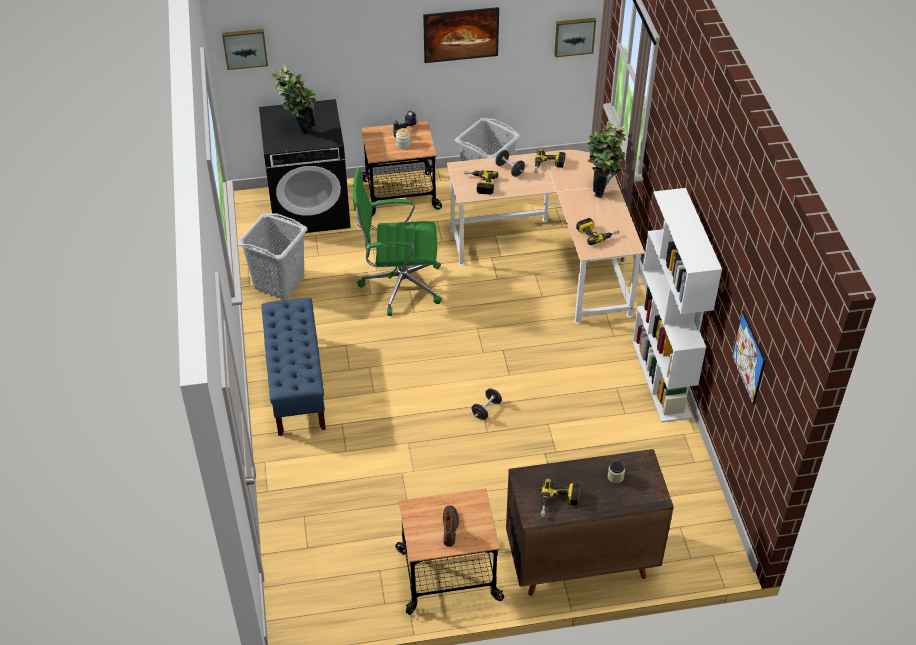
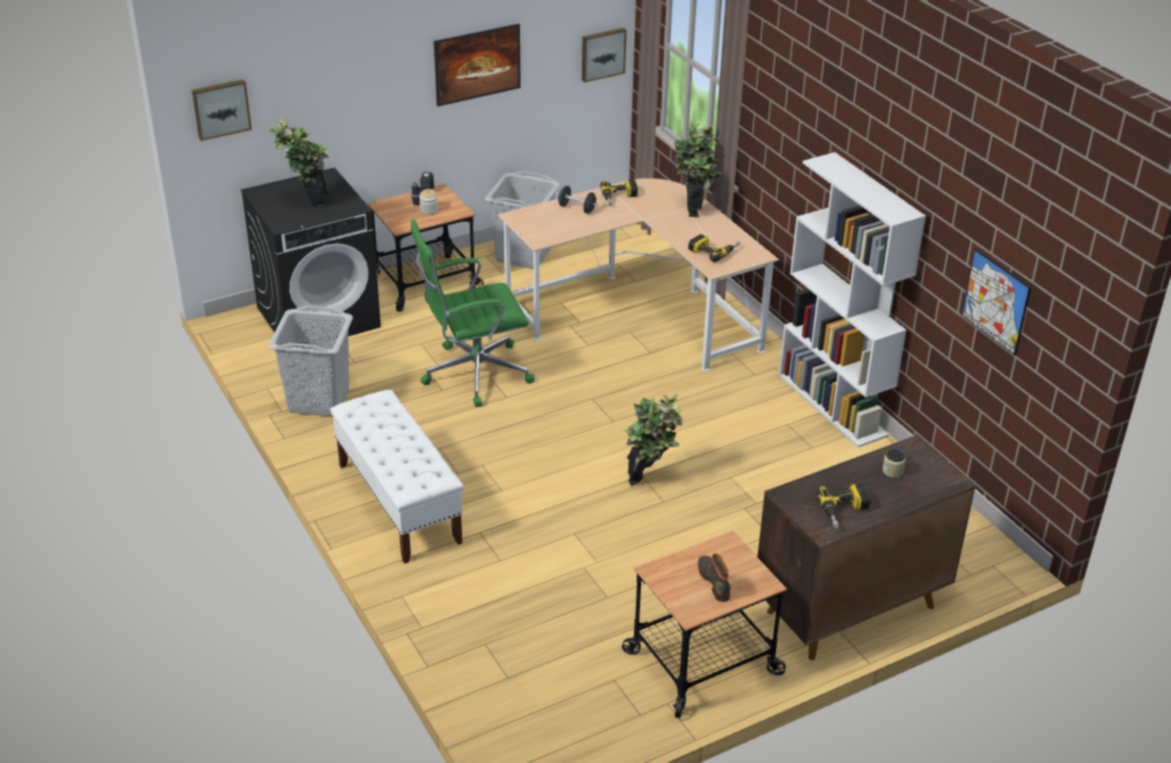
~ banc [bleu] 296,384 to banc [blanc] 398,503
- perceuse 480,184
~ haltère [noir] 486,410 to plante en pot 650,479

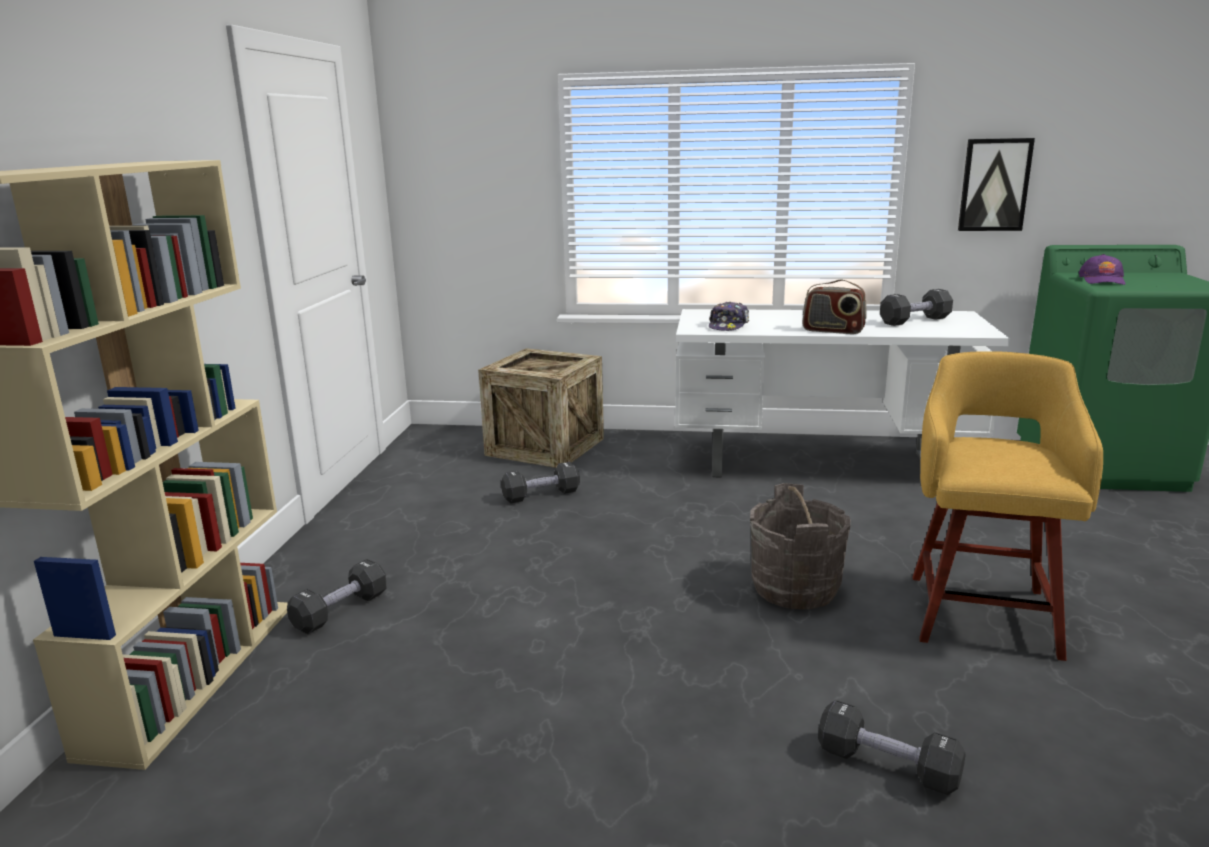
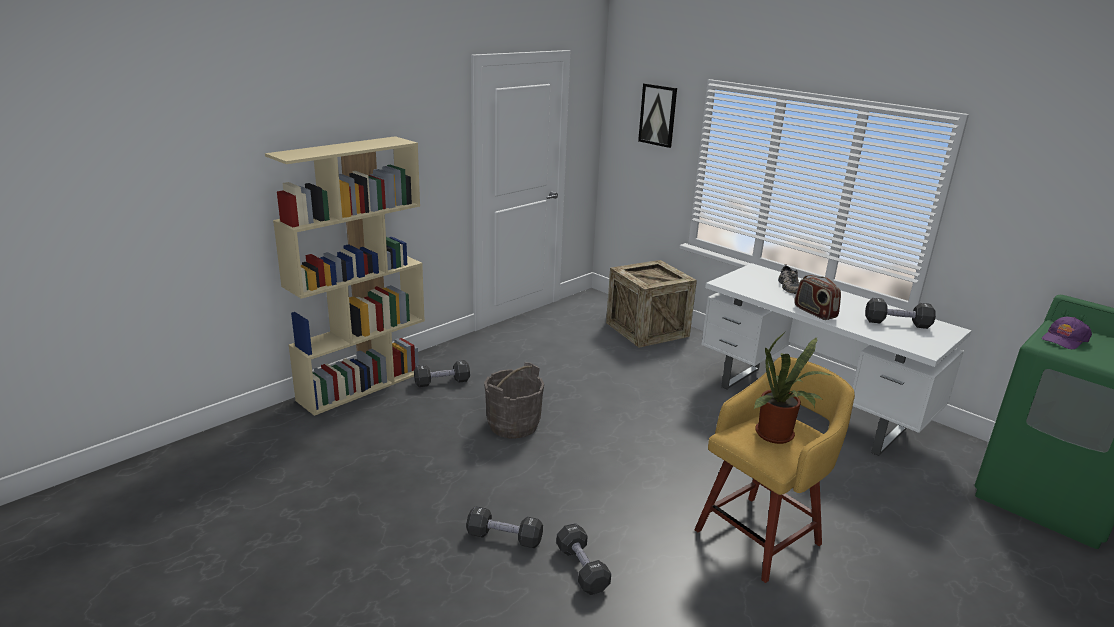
~ haltère [noir] 541,495 to 504,538
- casquette 728,326
~ seau [gris] 794,588 to 513,425
~ tableau 994,185 to 658,115
+ plante en pot 778,436
+ chaussure 788,286

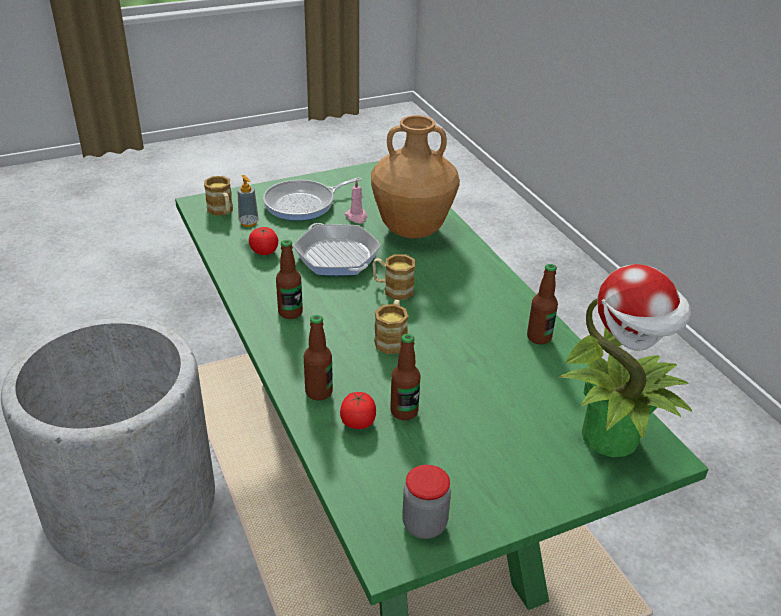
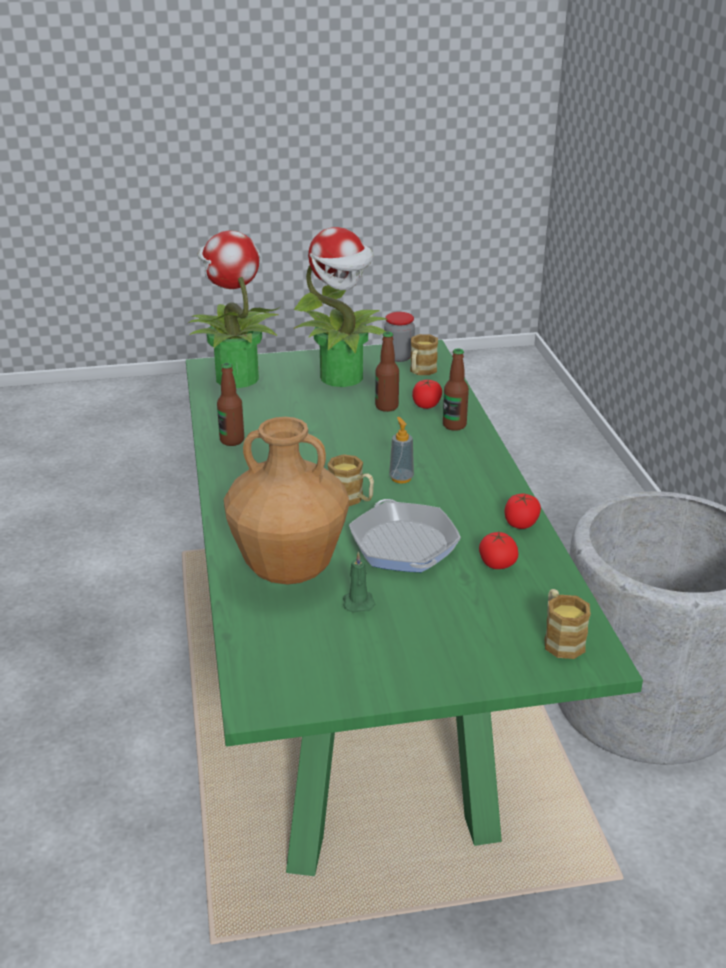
~ distributeur de savon 249,222 to 401,478
- poêle 303,204
- bouteille 290,312
~ bougie [rose] 356,217 to bougie [vert] 358,602
~ mug 392,339 to 421,371
+ plante en pot 343,377
+ tomate 521,523

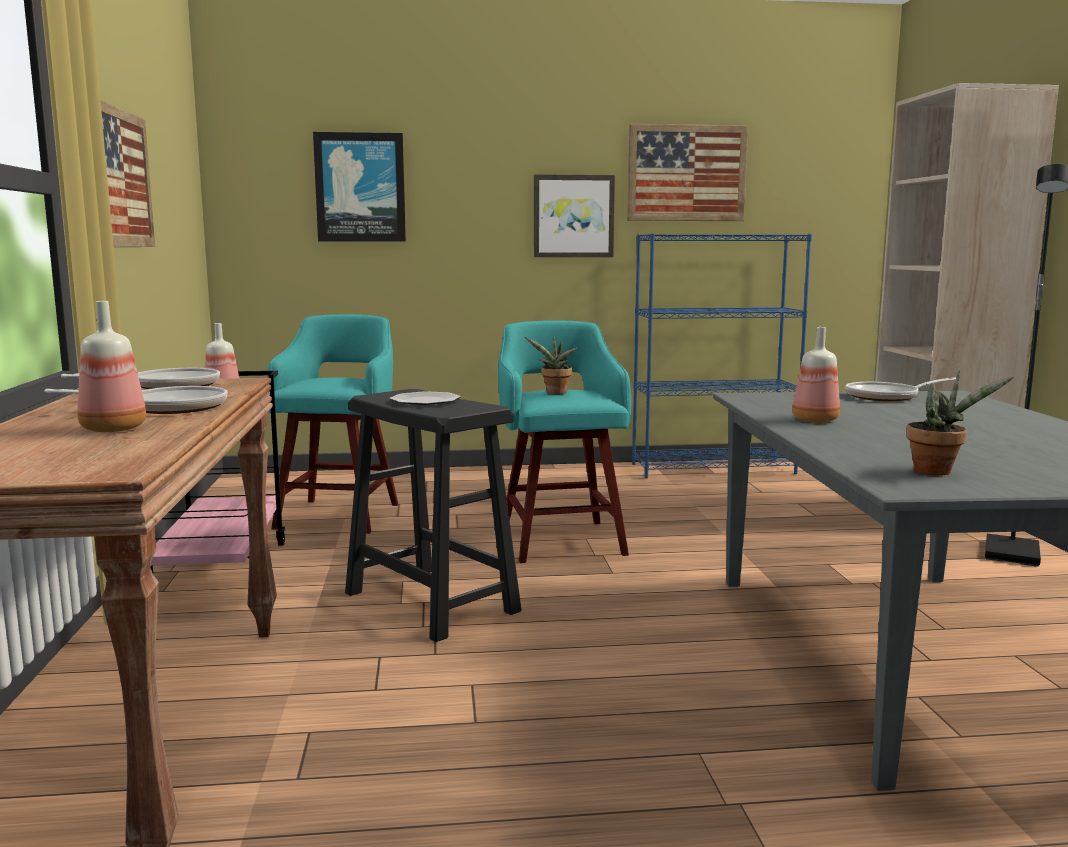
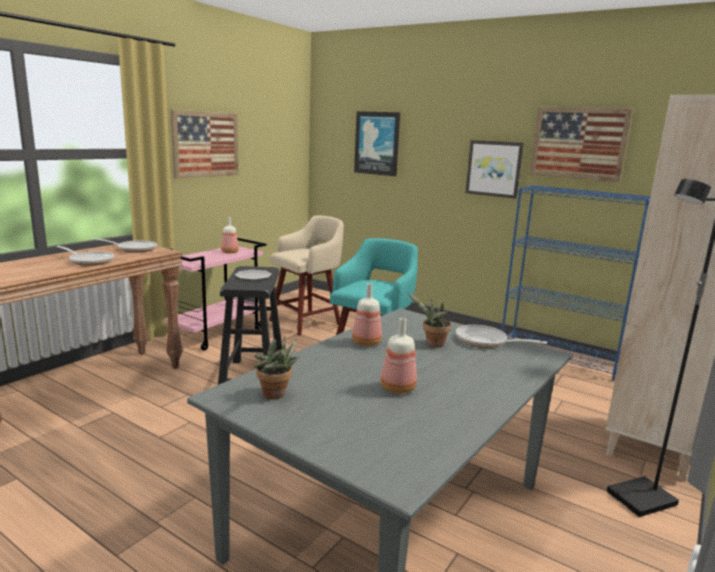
~ bouteille 114,429 to 398,389
~ tabouret [turquoise] 340,515 to tabouret [beige] 307,322
~ plante en pot 555,393 to 432,344

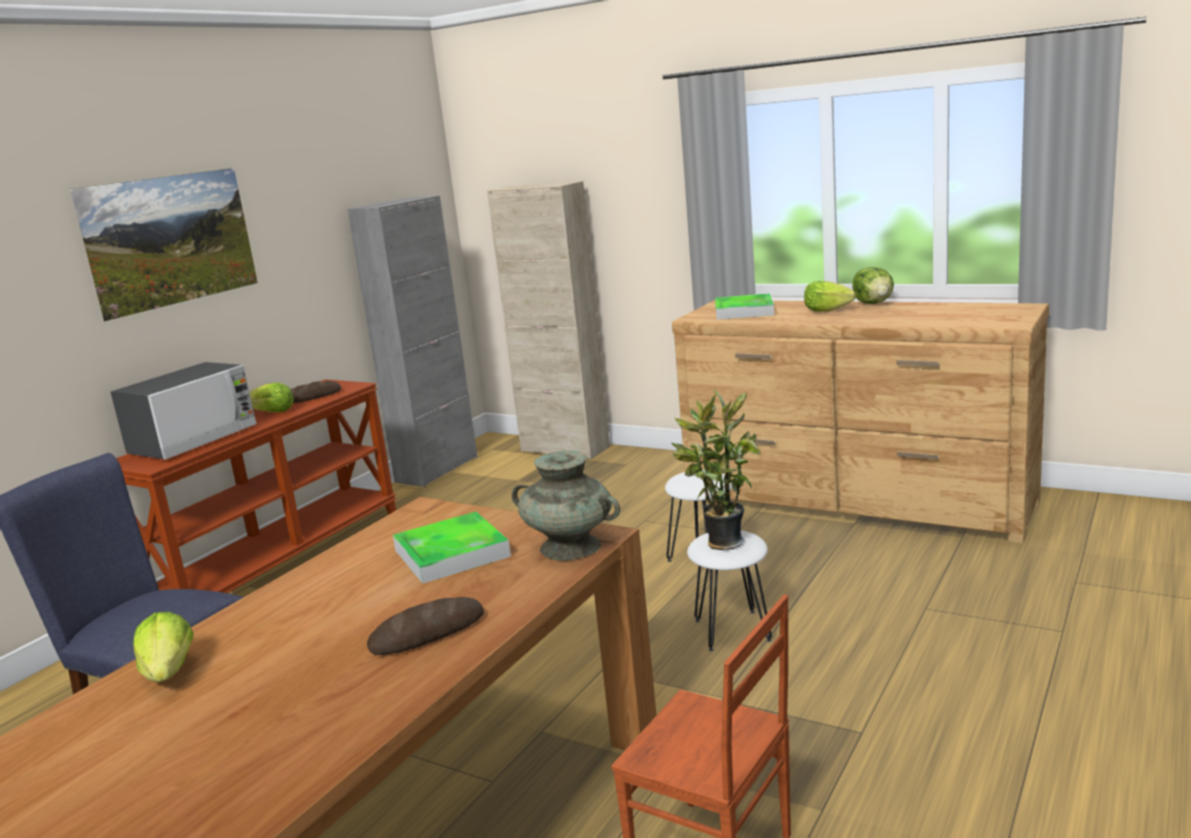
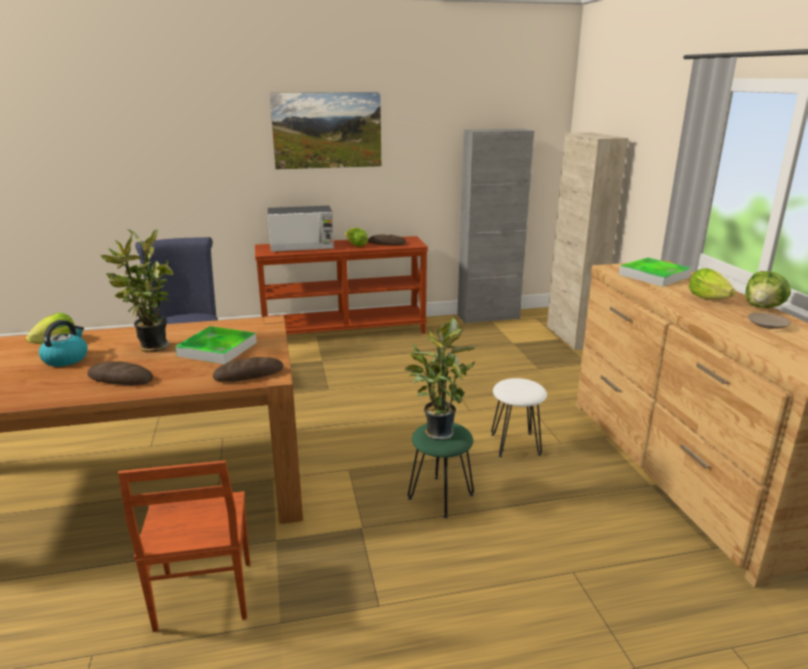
~ vase [turquoise] 569,547 to pain 249,374
~ tabouret [blanc] 733,630 to tabouret [vert] 441,497
+ bouilloire 66,359
+ plante en pot 150,347
+ assiette [beige] 767,325

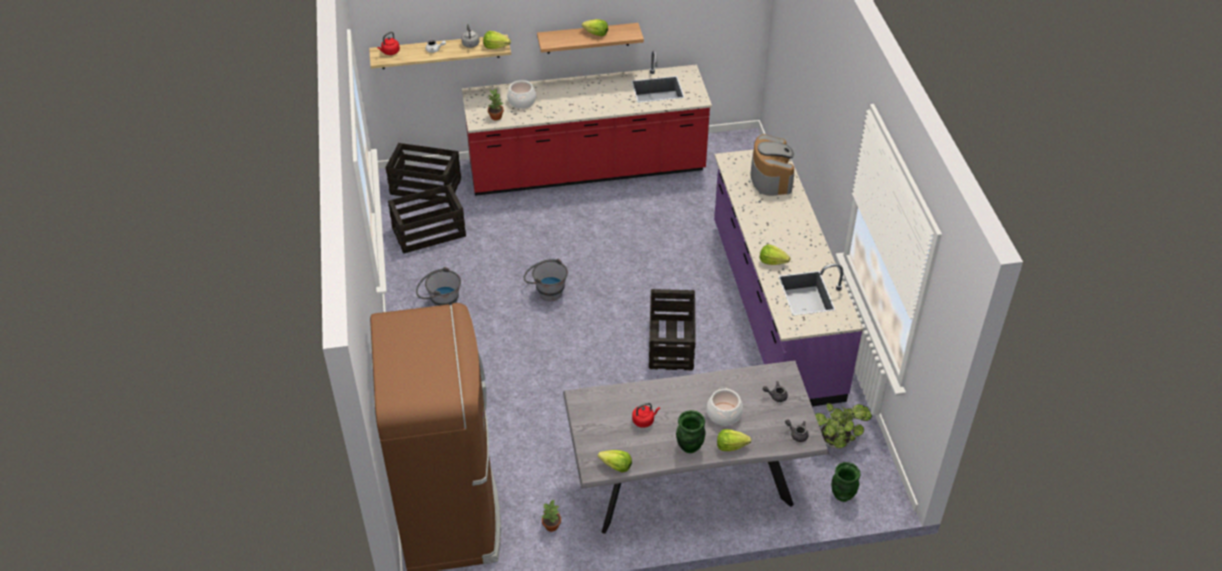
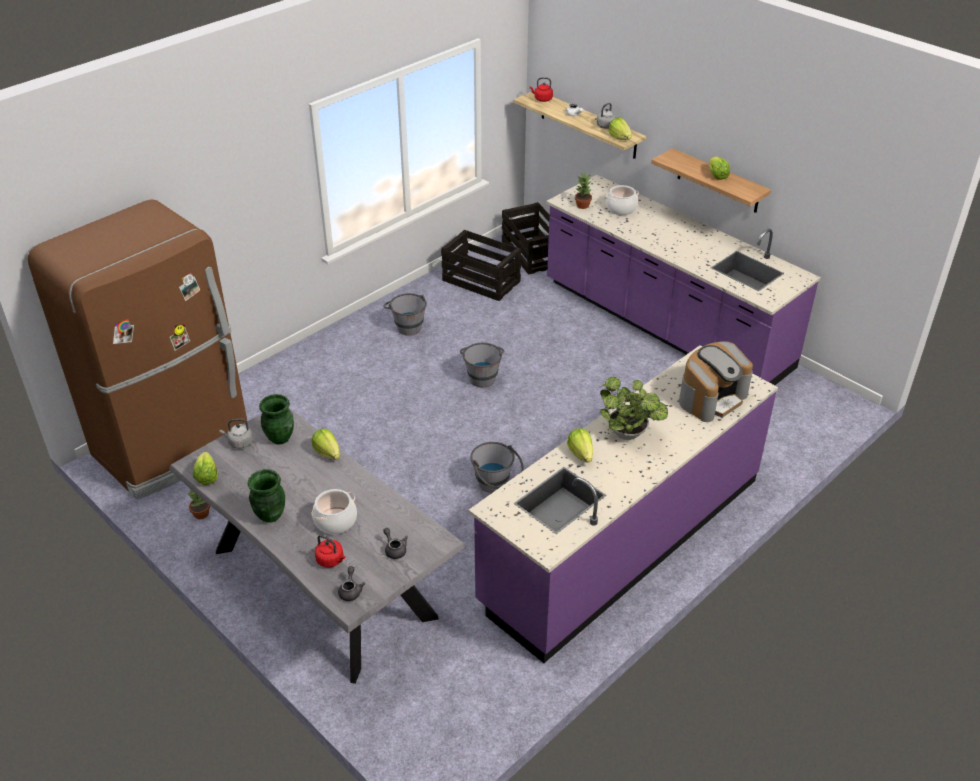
~ comptoir de cuisine [rouge] 587,170 to comptoir de cuisine [violet] 664,325
~ bouilloire [rouge] 644,420 to 331,560
~ caisse 671,343 to seau [gris] 496,486
~ laitue 731,446 to 327,452
~ plante en pot 836,441 to 629,434
~ vase [vert] 842,495 to 280,438
+ bouilloire [gris] 239,443

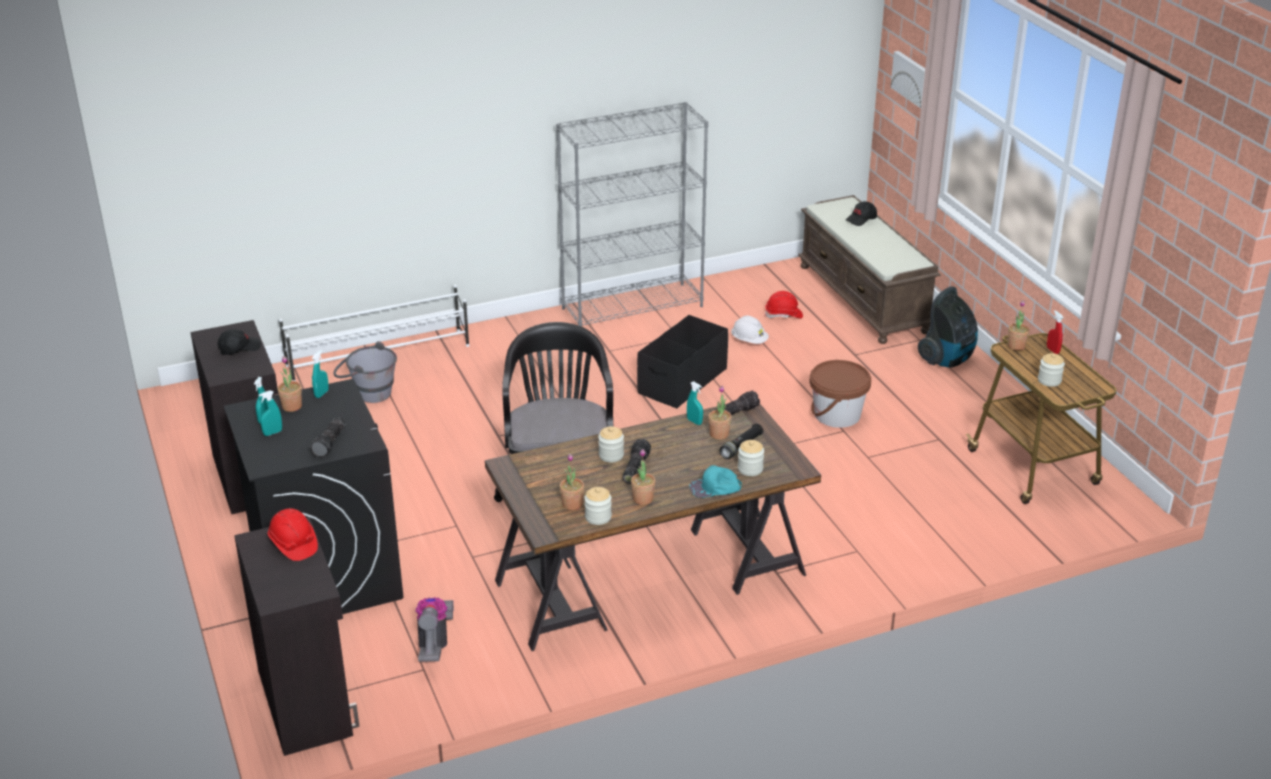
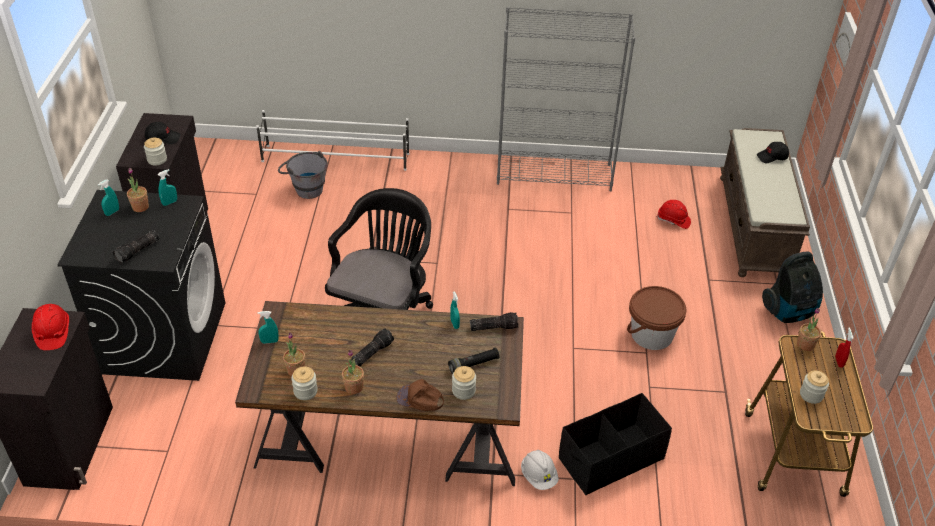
~ vaporisateur [turquoise] 272,433 to 269,341
- aspirateur 434,642
~ bocal 611,455 to 157,160
~ boîte de rangement [noir] 682,381 to 610,458
~ casquette [turquoise] 715,488 to casquette [marron] 420,399
- plante en pot 719,434
~ casque de chantier [blanc] 749,341 to 538,476

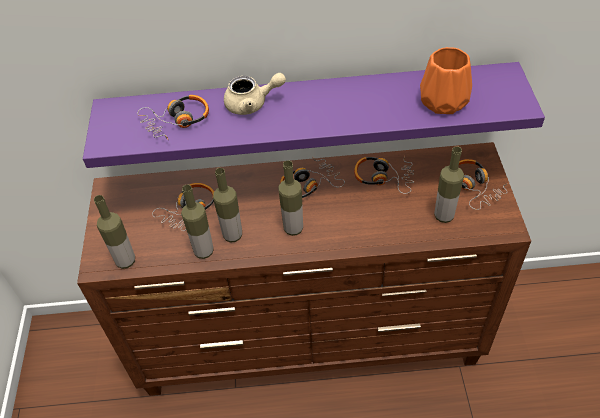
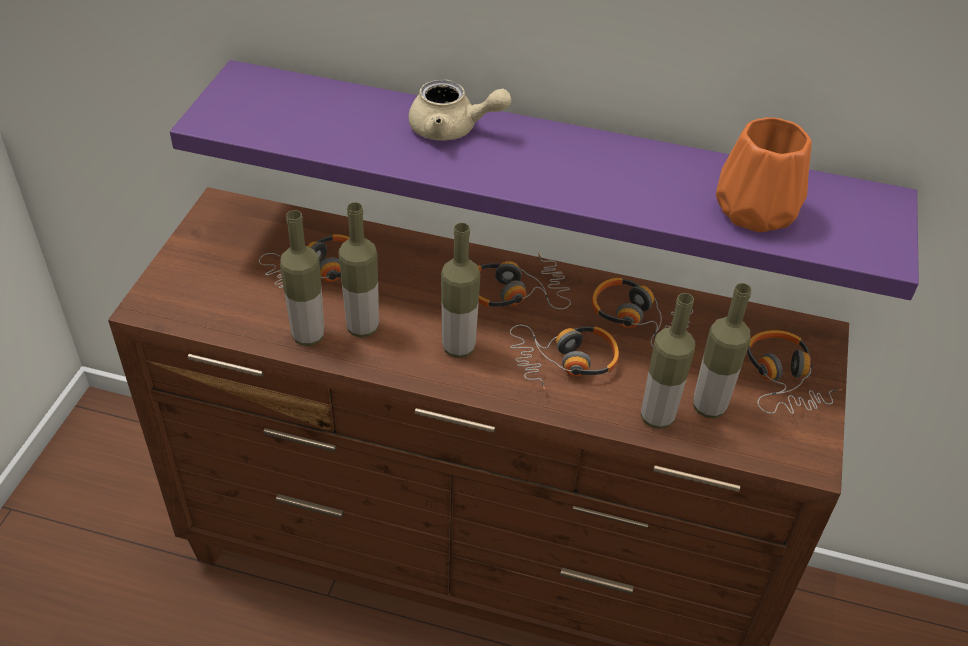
~ bouteille 125,261 to 657,417
~ casque audio 177,121 to 564,362

